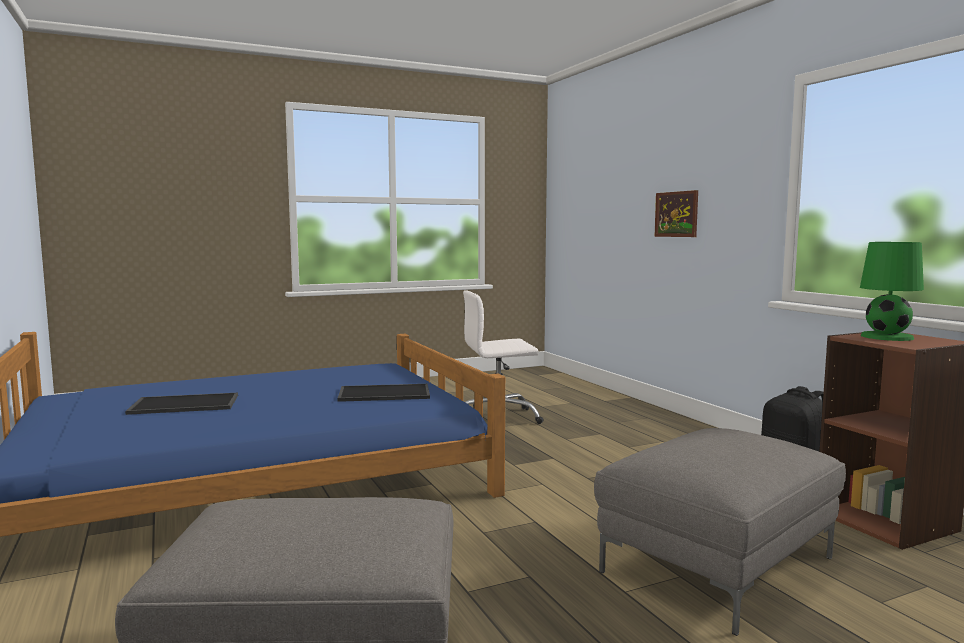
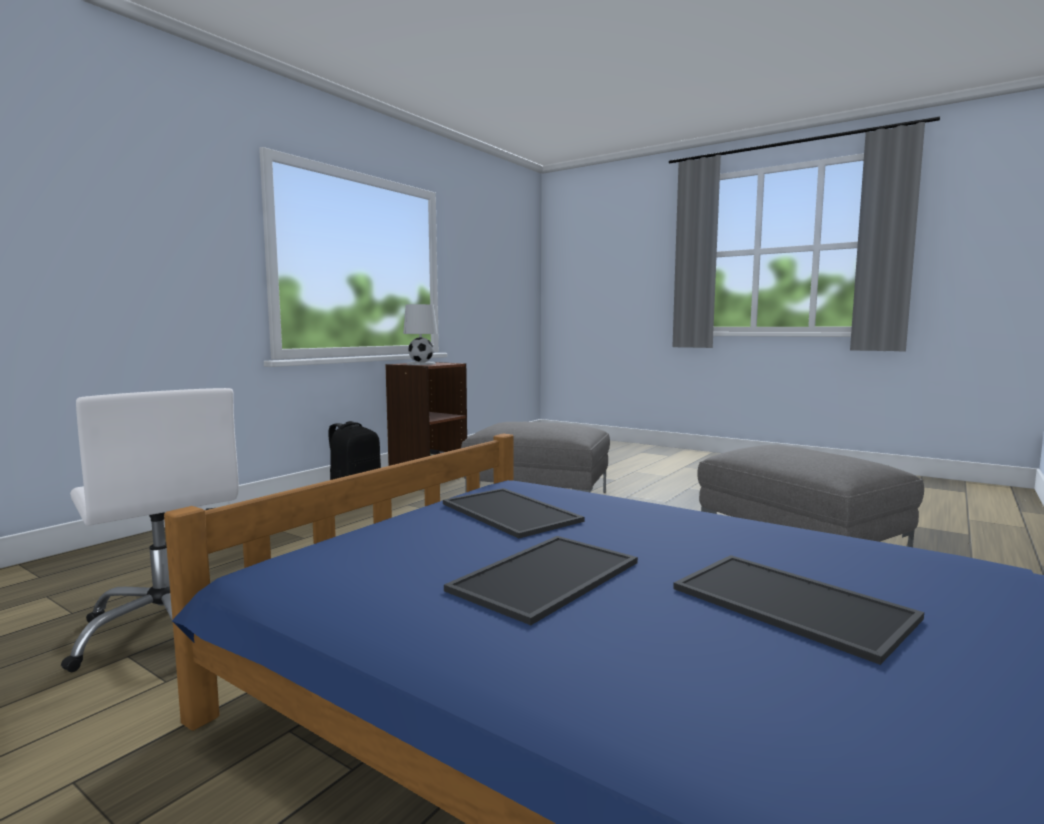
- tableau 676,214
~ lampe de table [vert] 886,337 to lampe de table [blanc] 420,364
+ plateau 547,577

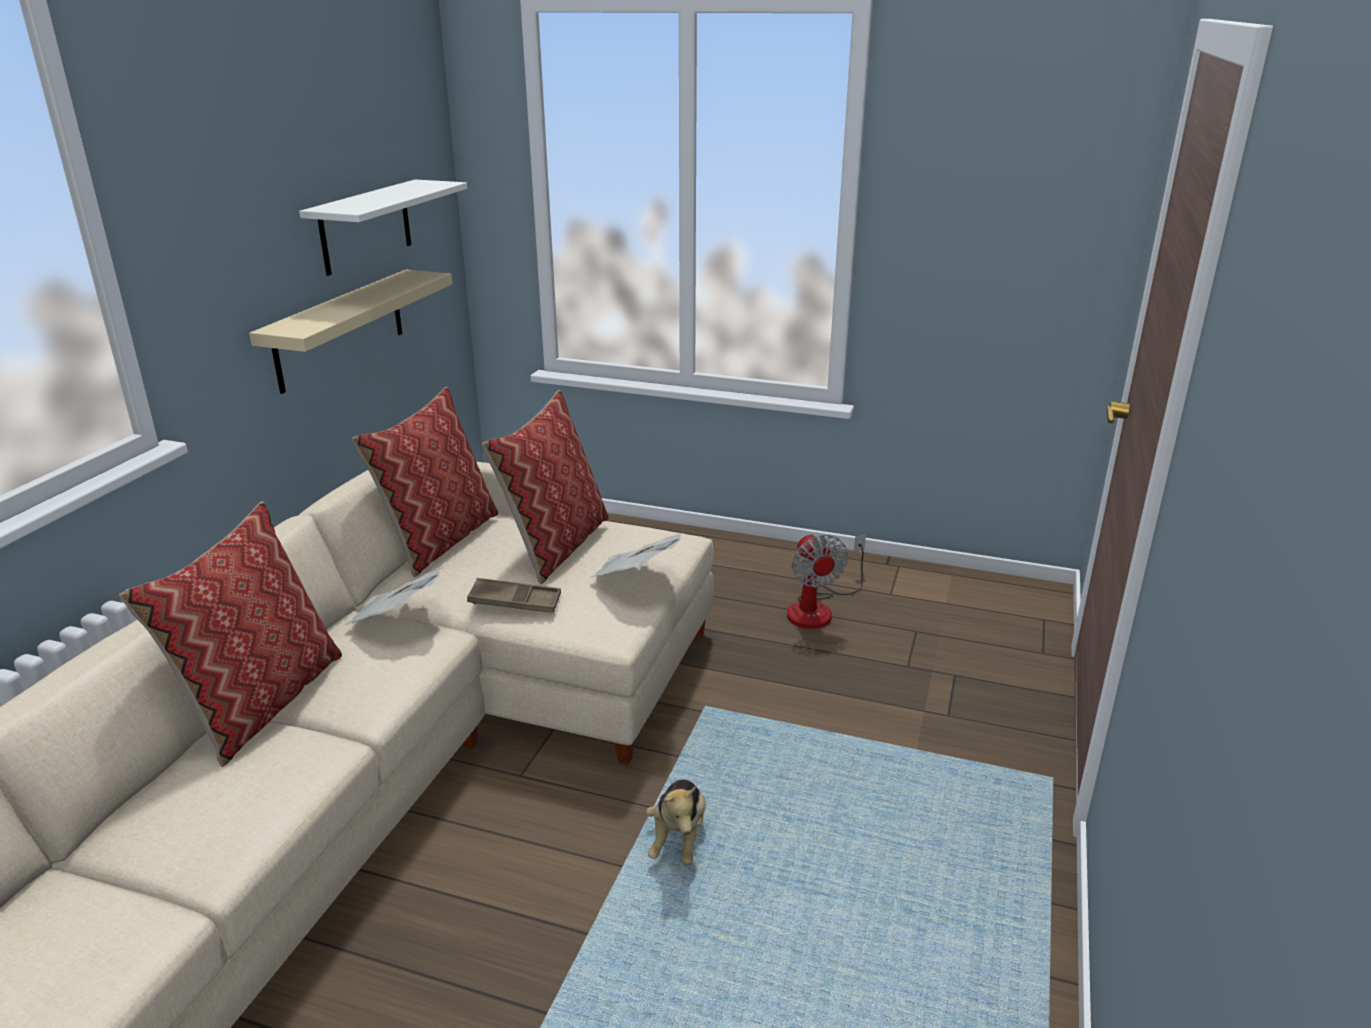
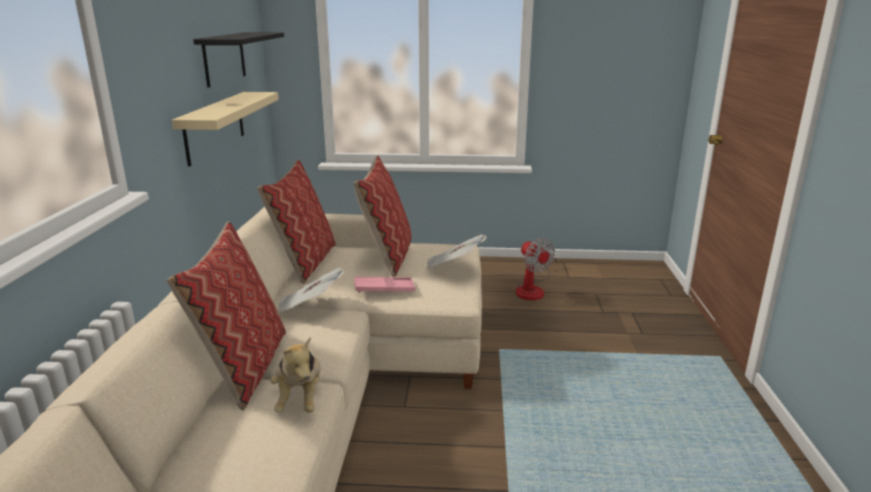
~ étagère [blanc] 366,227 to étagère [noir] 224,58
~ plateau [marron] 515,602 to plateau [rose] 384,289
~ peluche 678,838 to 300,398

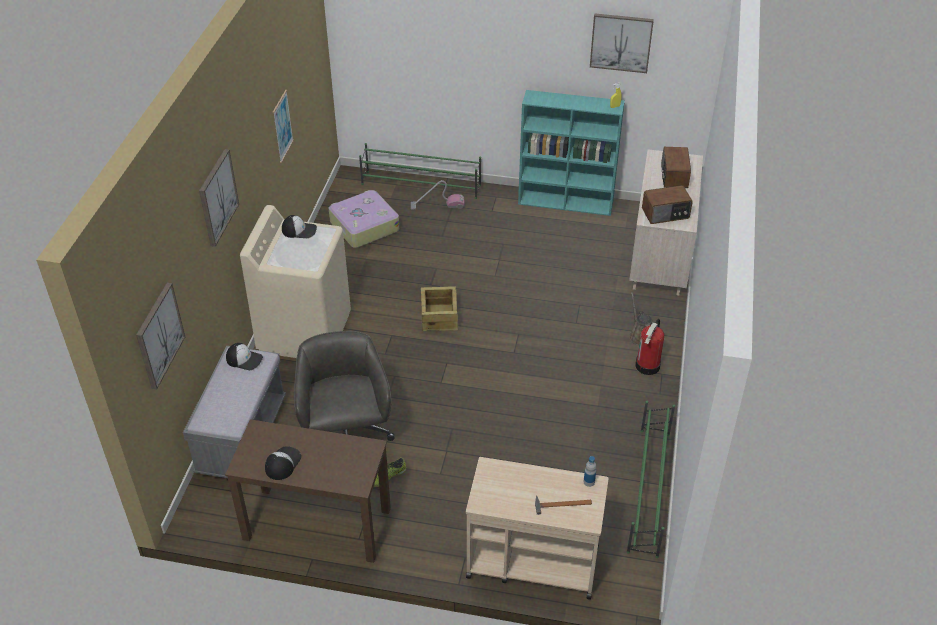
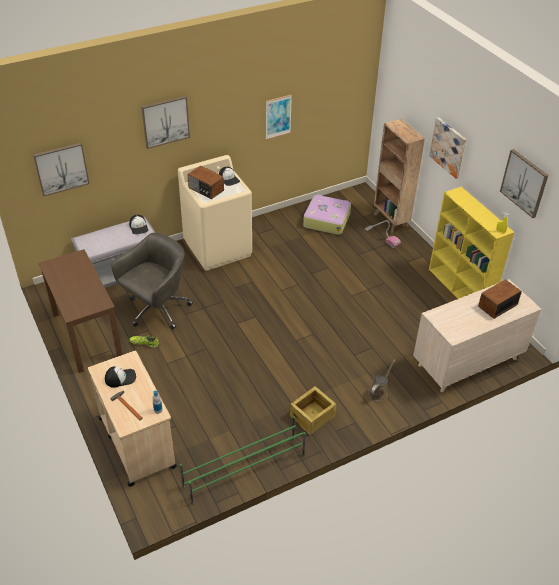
~ casquette 282,463 to 120,378
~ étagère à chaussures [vert] 421,185 to bibliothèque [marron] 391,221
~ caisse 440,316 to 313,416
~ bibliothèque [turquoise] 566,202 to bibliothèque [jaune] 460,289
- extincteur 648,366
~ radio 666,214 to 206,189
+ tableau 448,147

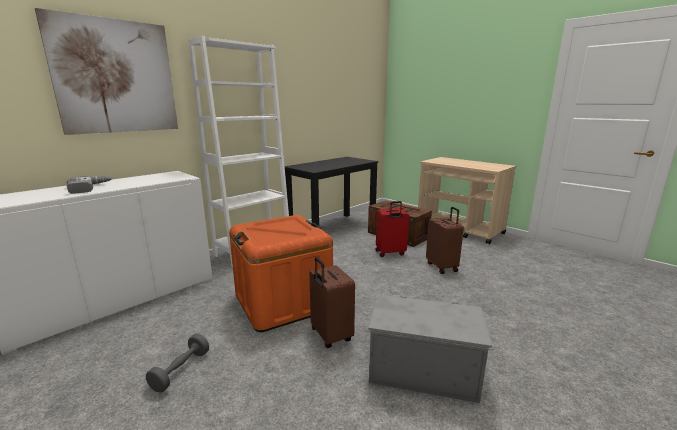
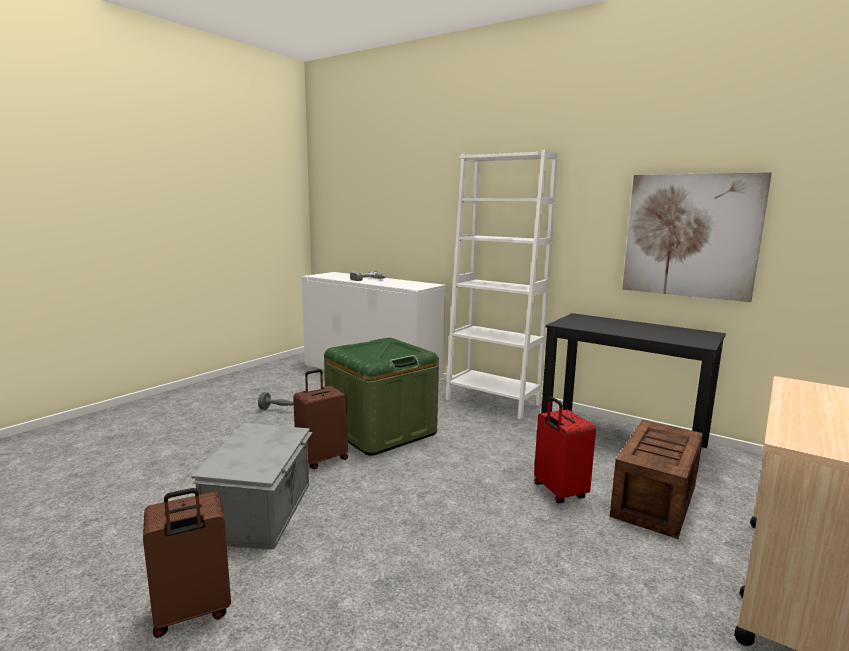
~ tableau 116,77 to 690,236
~ boîte de rangement [orange] 283,302 to boîte de rangement [vert] 381,431
~ valise [marron] 442,267 to 192,613

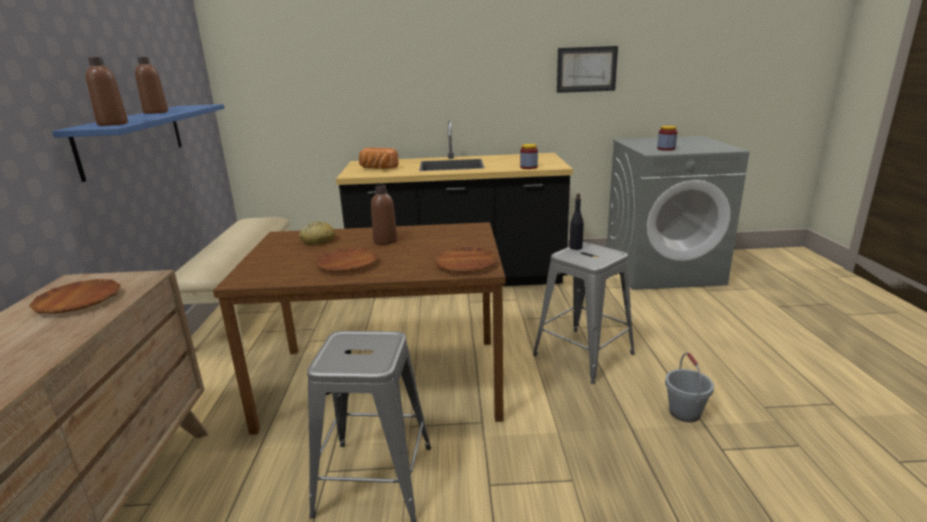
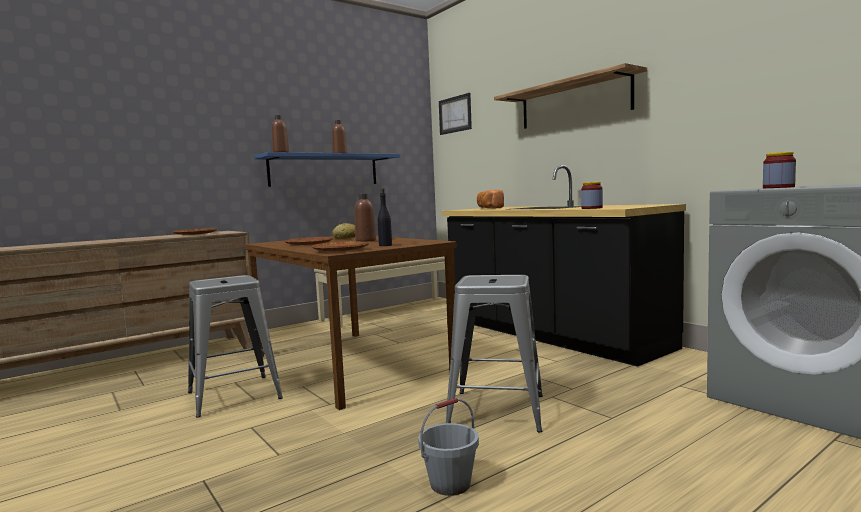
~ tableau 586,69 to 455,114
~ bouteille [noir] 575,247 to 385,245
+ étagère 573,102

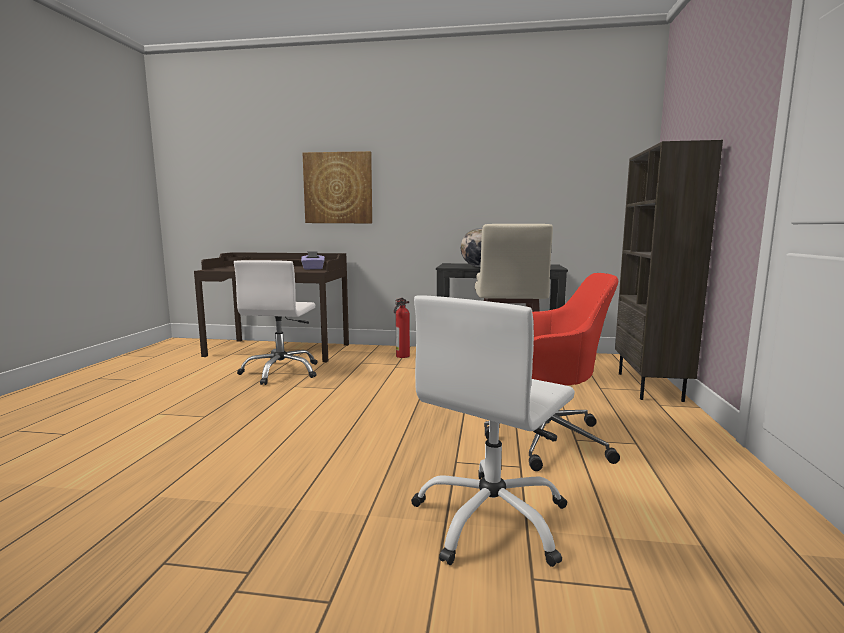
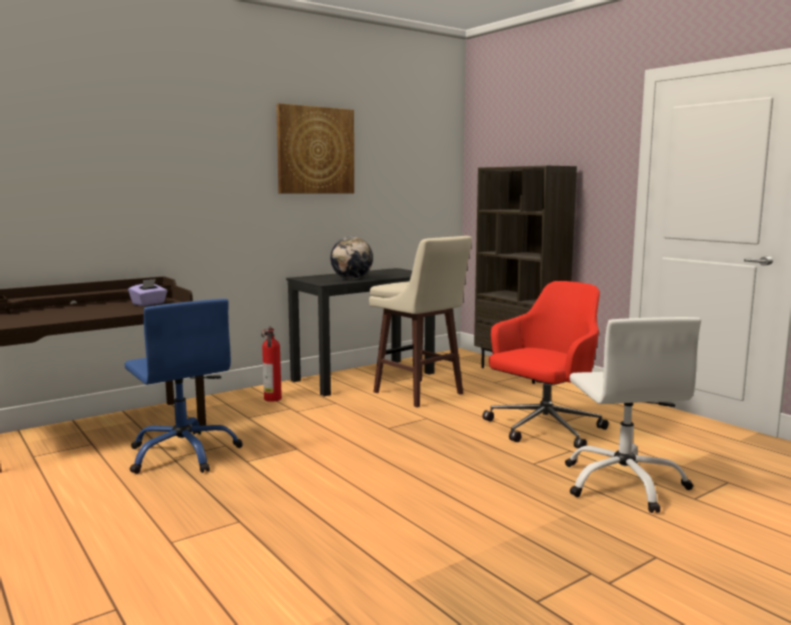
~ chaise de bureau [blanc] 281,372 to chaise de bureau [bleu] 184,453
~ tableau 338,188 to 315,150

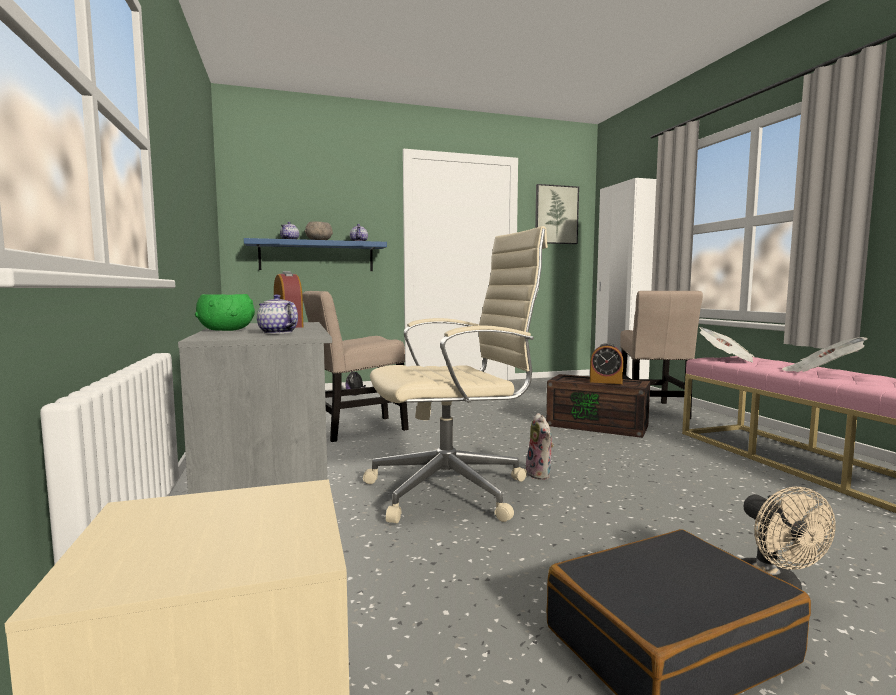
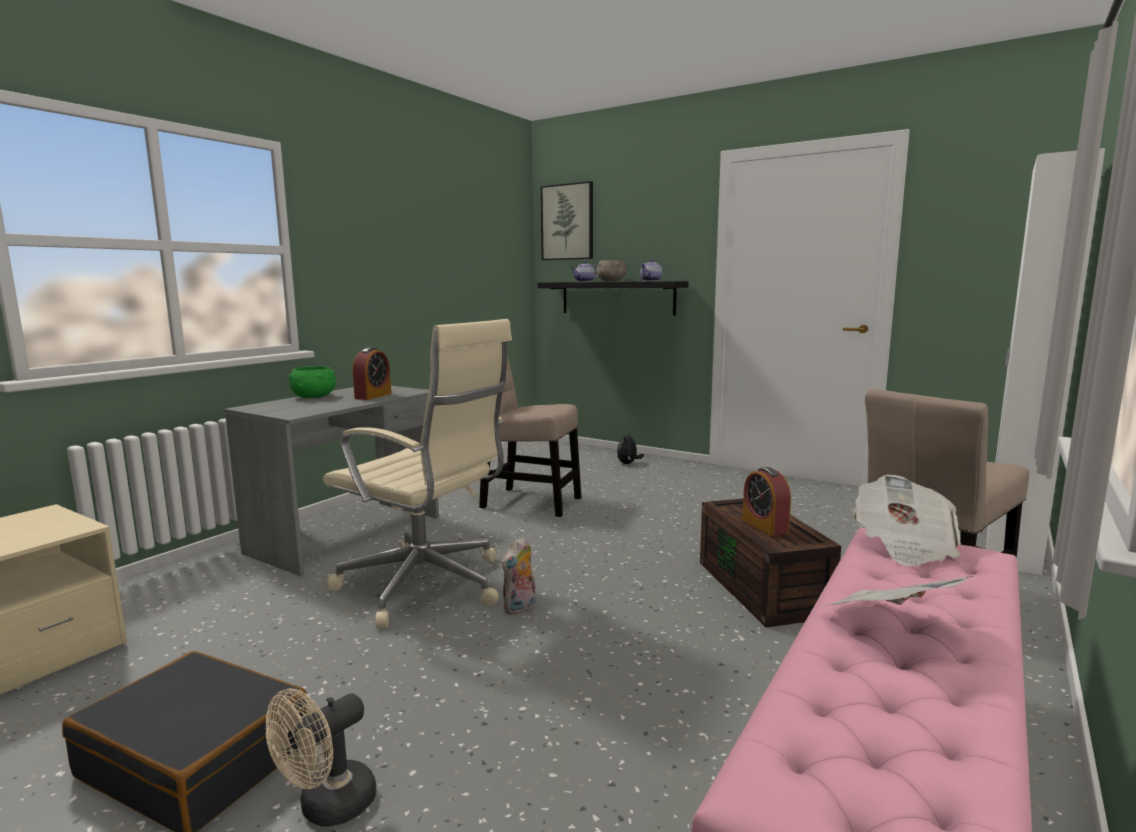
~ étagère [bleu] 317,256 to étagère [noir] 617,298
- théière 277,333
~ tableau 556,215 to 567,222

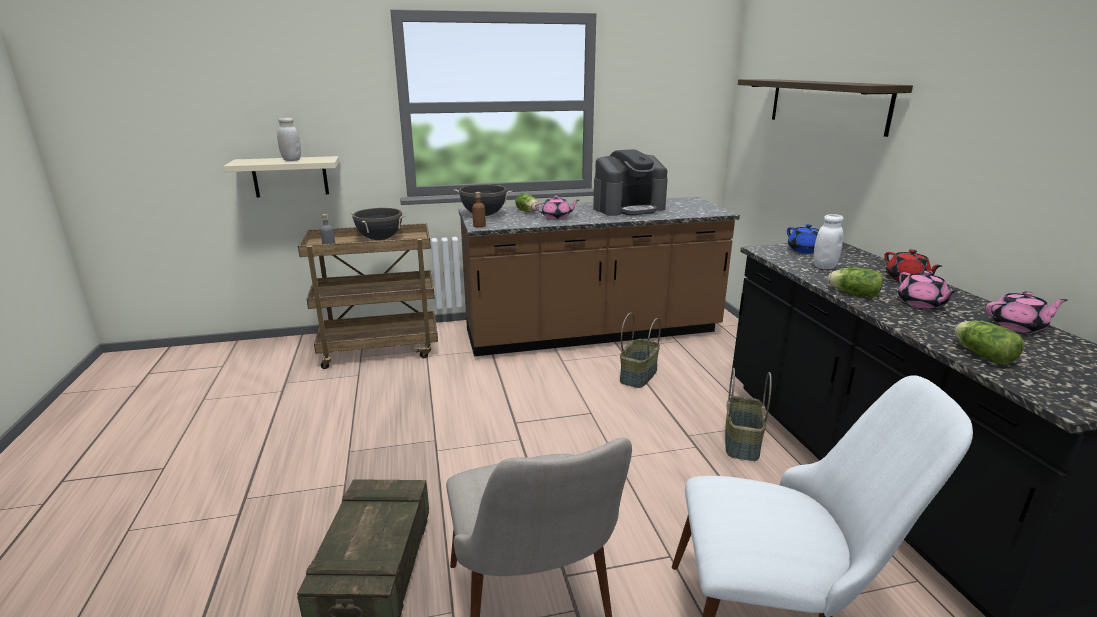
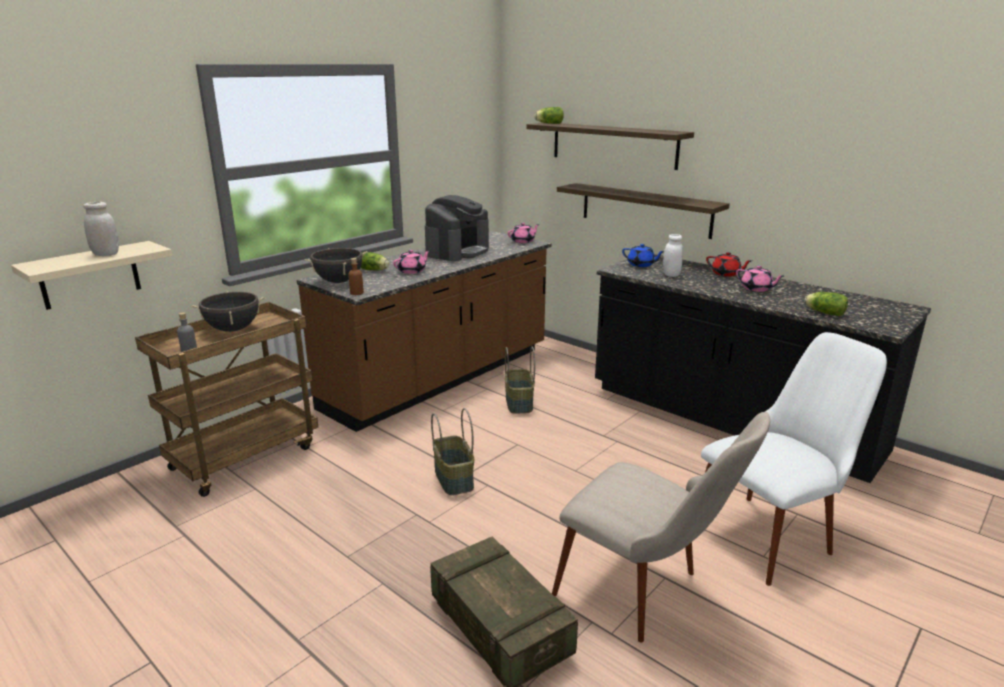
~ panier 742,443 to 454,479
~ laitue 852,293 to 548,123
~ théière [rose] 1018,326 to 523,241
+ étagère 645,210

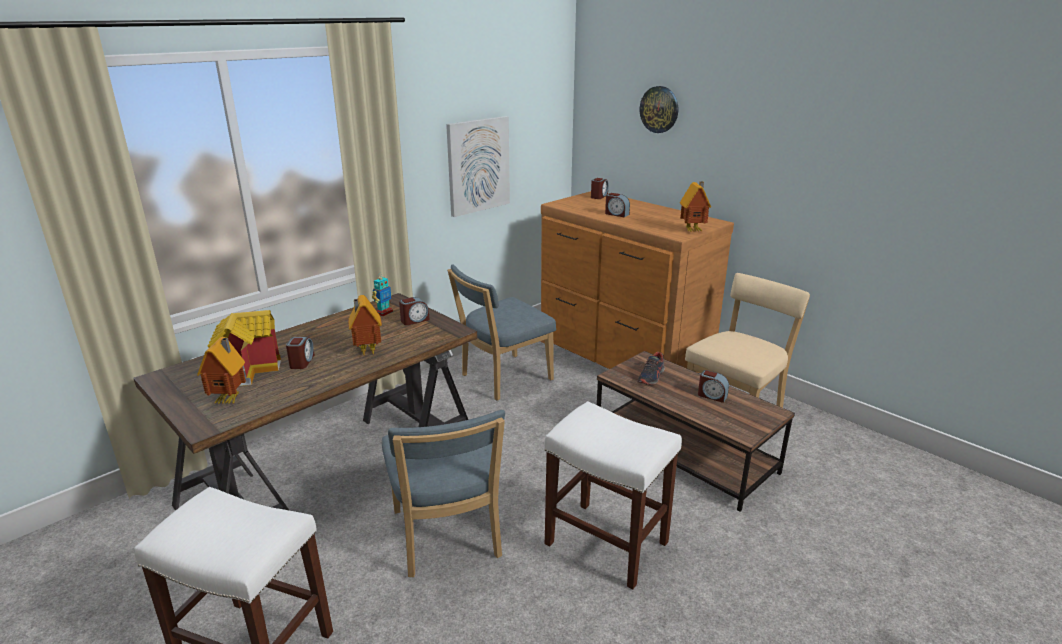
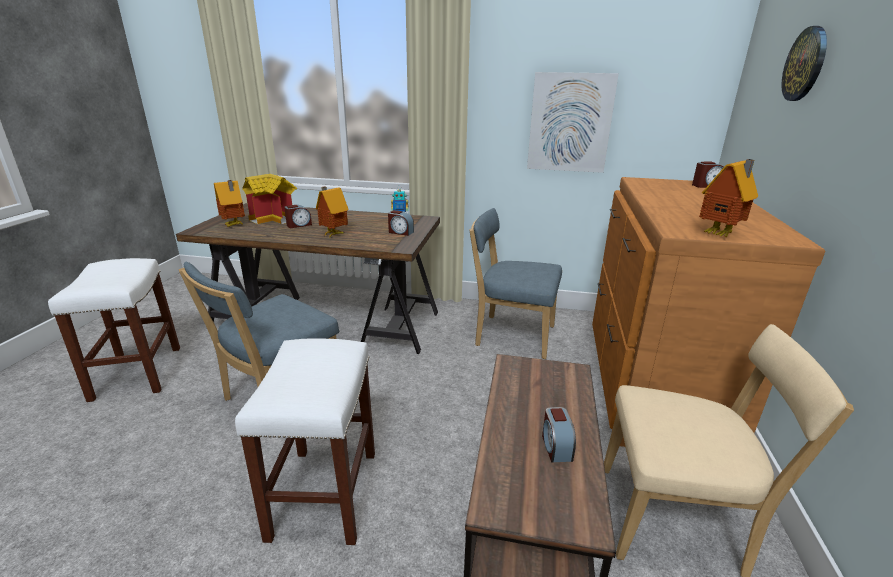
- réveil 616,214
- chaussure 651,377

